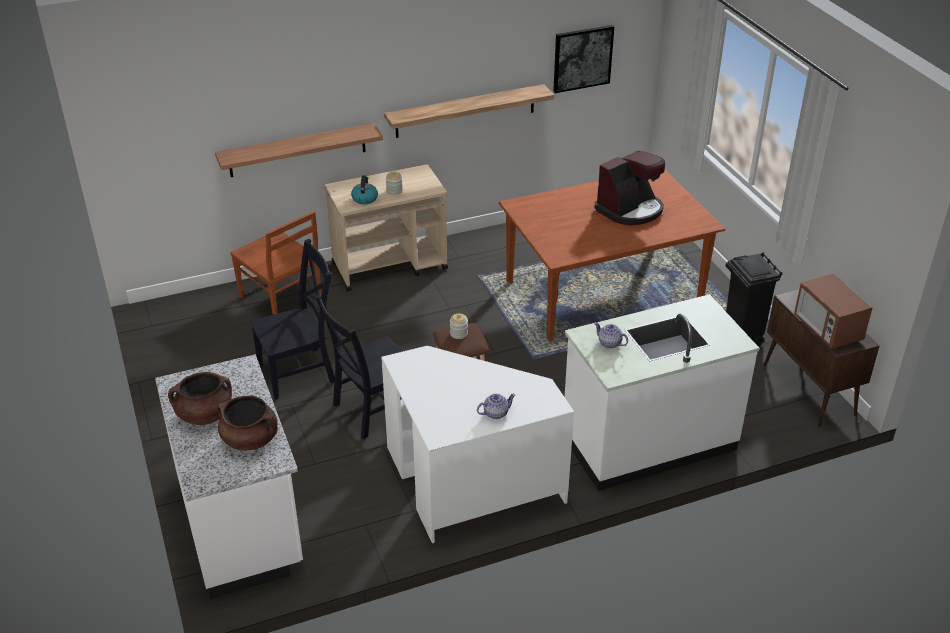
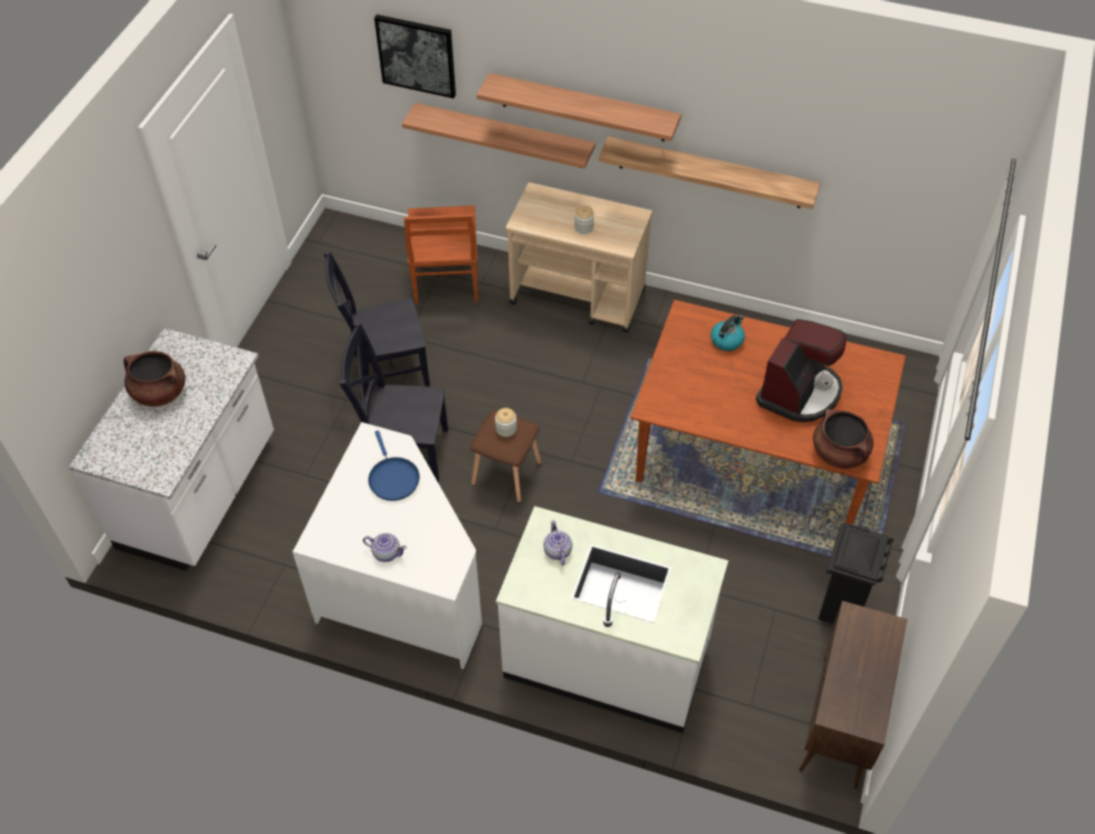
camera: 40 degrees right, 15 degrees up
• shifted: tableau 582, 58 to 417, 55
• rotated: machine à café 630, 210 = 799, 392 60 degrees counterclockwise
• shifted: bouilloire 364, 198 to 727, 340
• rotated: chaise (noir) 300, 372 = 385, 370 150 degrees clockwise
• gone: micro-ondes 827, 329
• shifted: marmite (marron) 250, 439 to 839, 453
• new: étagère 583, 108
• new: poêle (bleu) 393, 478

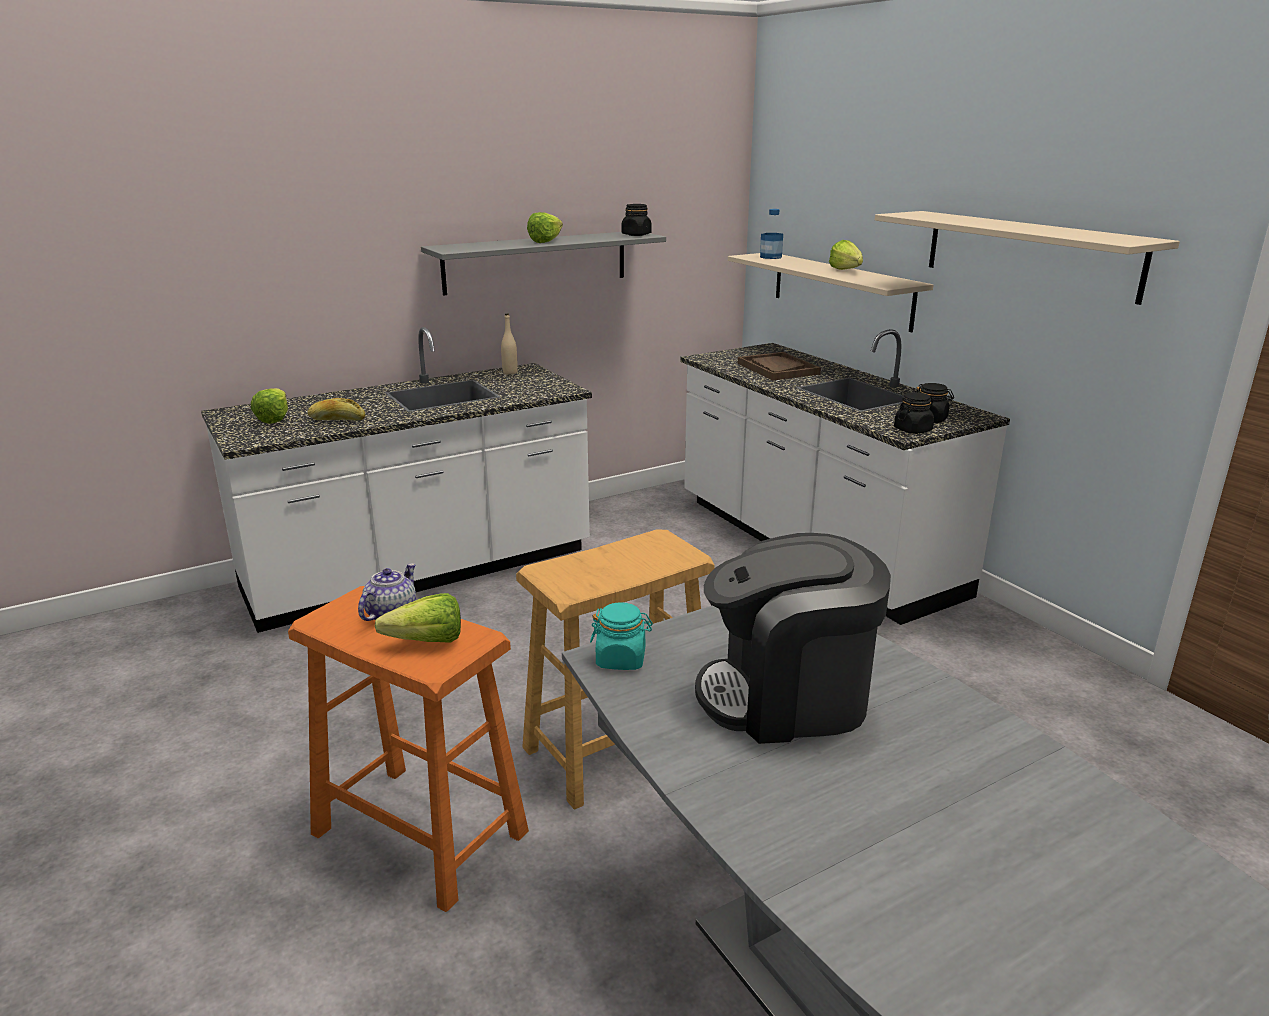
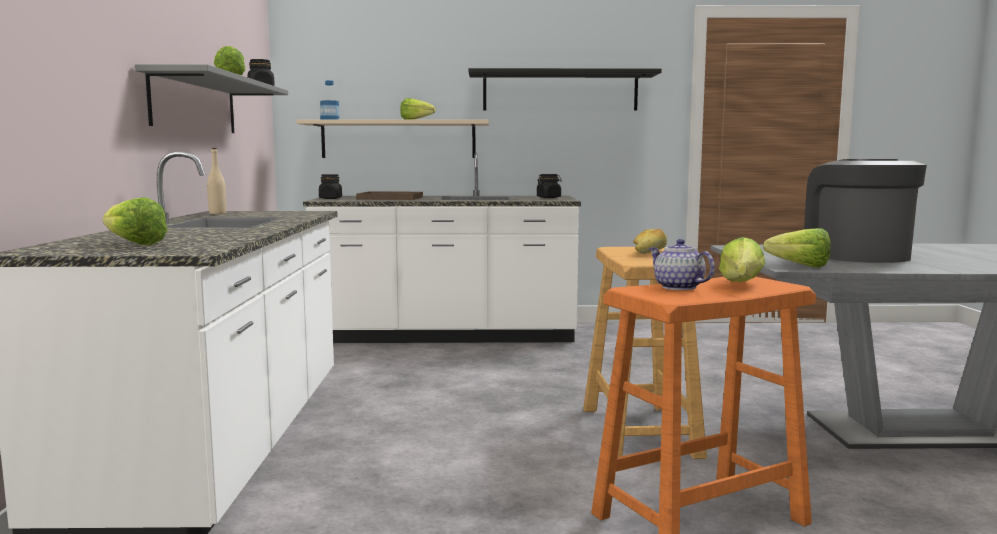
camera: 60 degrees left, 15 degrees down
• repainted: étagère (beige) 1029, 254 to étagère (noir) 560, 92
• shifted: bocal (noir) 913, 430 to 330, 198
• shifted: pain 337, 420 to 650, 252
• rotated: machine à café 787, 697 = 856, 255 150 degrees clockwise
• swapped: bocal (turquoise) 621, 659 to laitue 794, 265

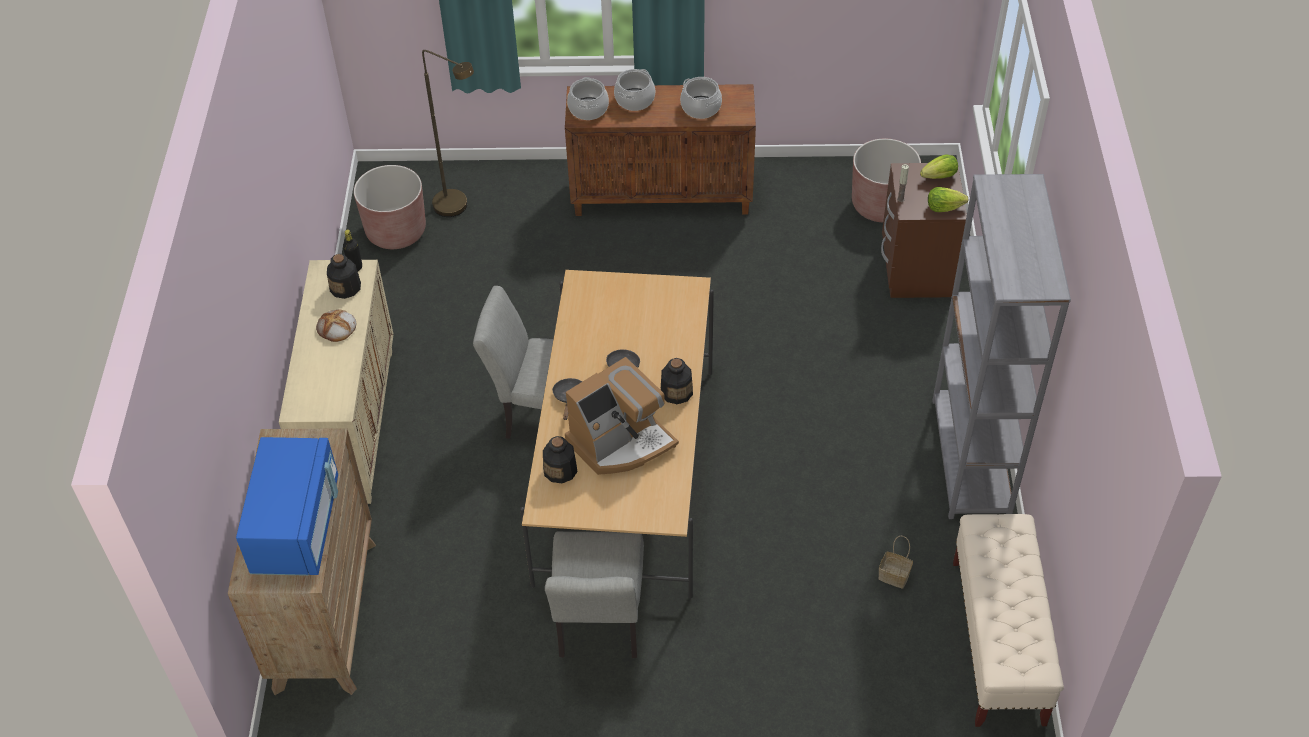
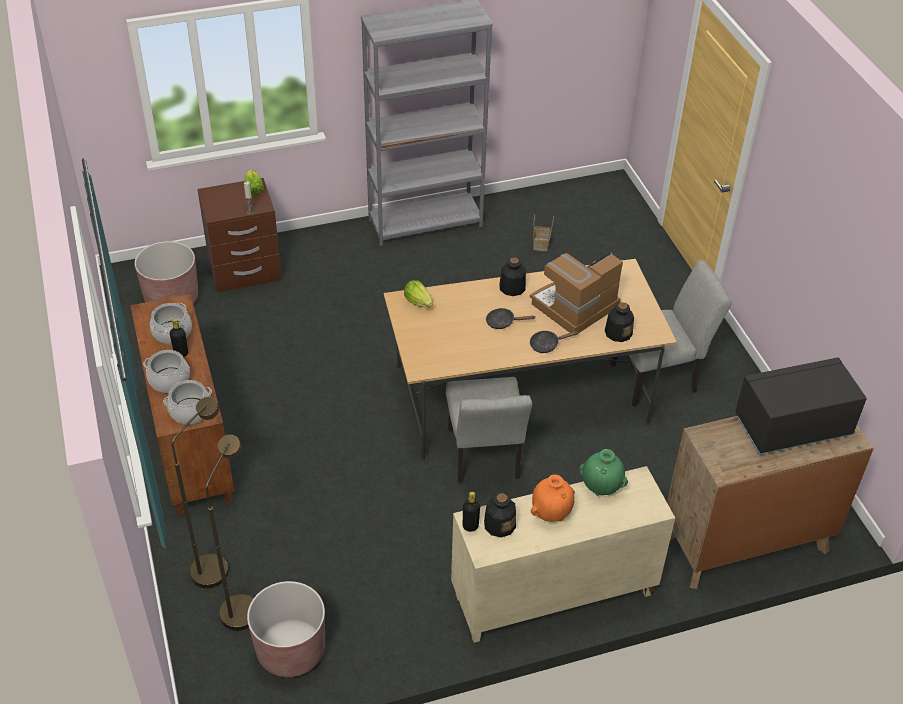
camera: 110 degrees left, 5 degrees down
• shifted: laitue 939, 176 to 418, 302
• swapped: pain 337, 328 to vase (orange) 551, 513
• rotated: machine à café 621, 442 = 575, 306 75 degrees counterclockwise
• repainted: micro-ondes (bleu) 297, 527 to micro-ondes (noir) 791, 426
• gone: banc (beige) 998, 642
• new: bouteille (noir) 181, 353
• new: lampadaire (marron) 215, 564
• new: vase (vert) 601, 488

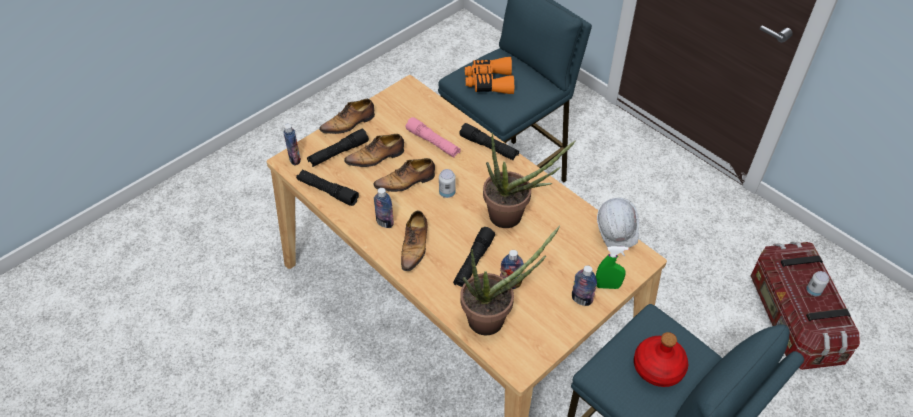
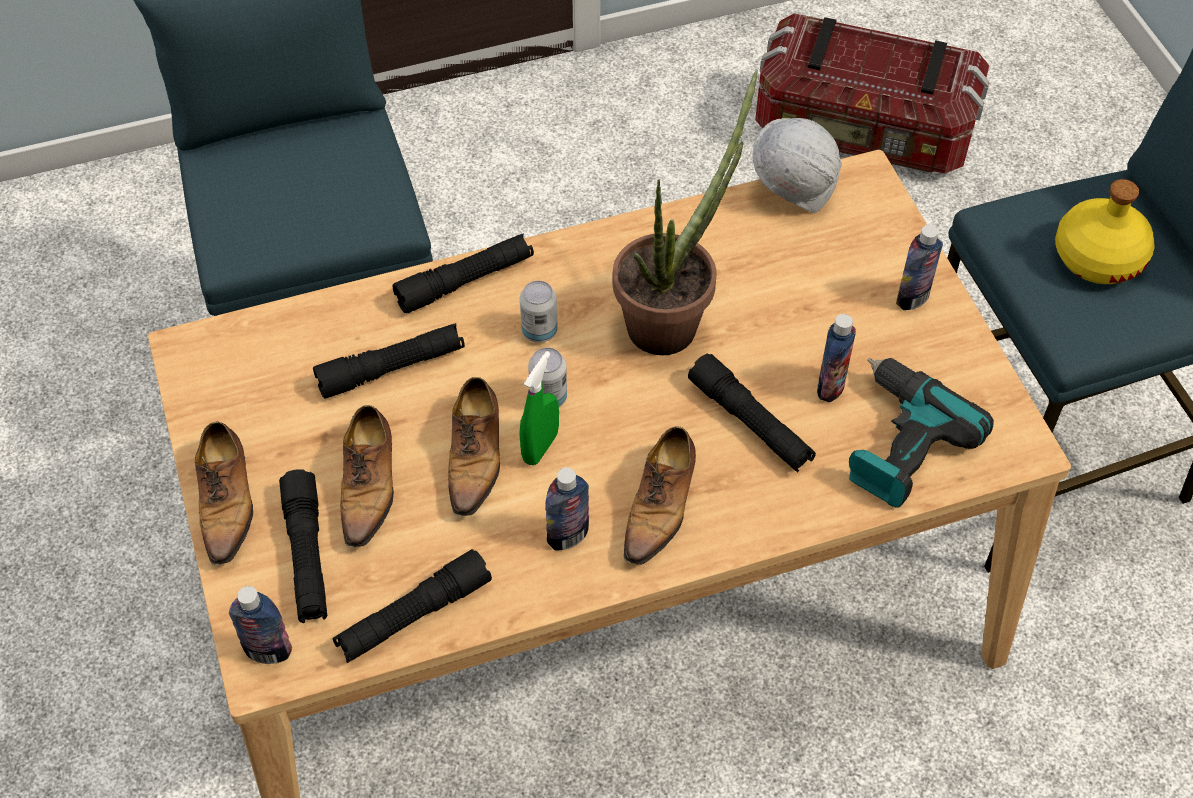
camera: 65 degrees left, 5 degrees up
• gone: jumelles (orange) 489, 82
• repainted: lampe de poche (rose) 433, 143 to lampe de poche (noir) 391, 368
• rotated: chaussure 415, 246 = 660, 505 75 degrees clockwise
• swapped: plante en pot 494, 319 to perceuse 898, 442
• shifted: vaporisateur (vert) 607, 286 to 540, 447
• shifted: boîte métallique 813, 291 to 539, 331
• repainted: bouteille (rouge) 658, 367 to bouteille (jaune) 1097, 256

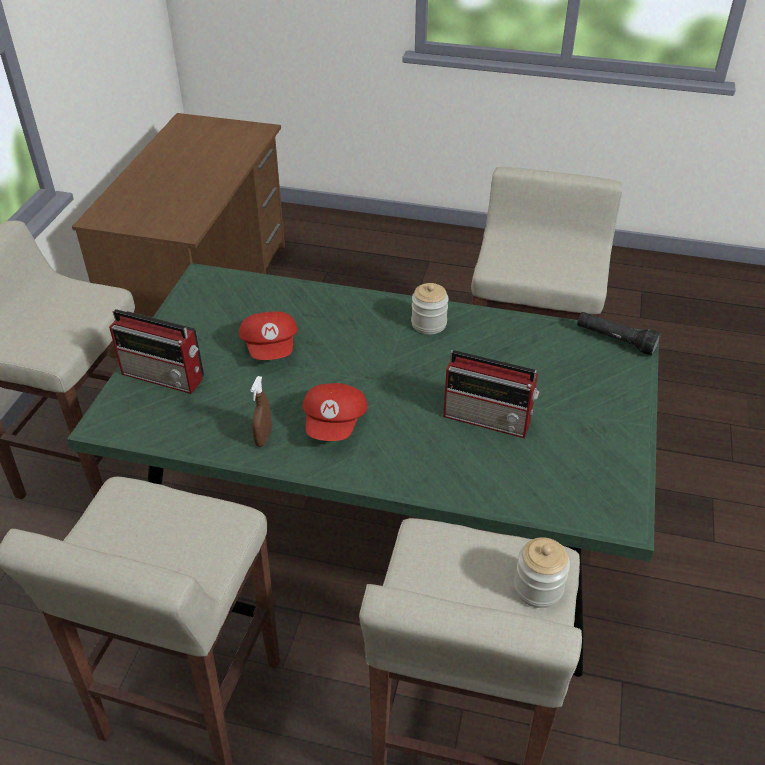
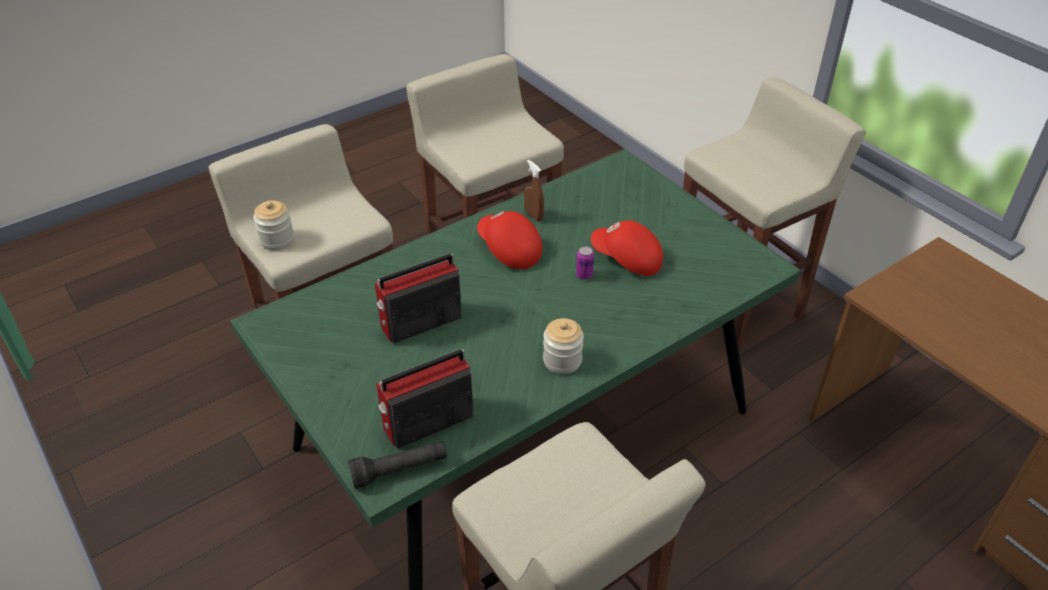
camera: 130 degrees right, 0 degrees up
• shifted: radio 165, 376 to 427, 422
• new: boîte métallique 584, 275

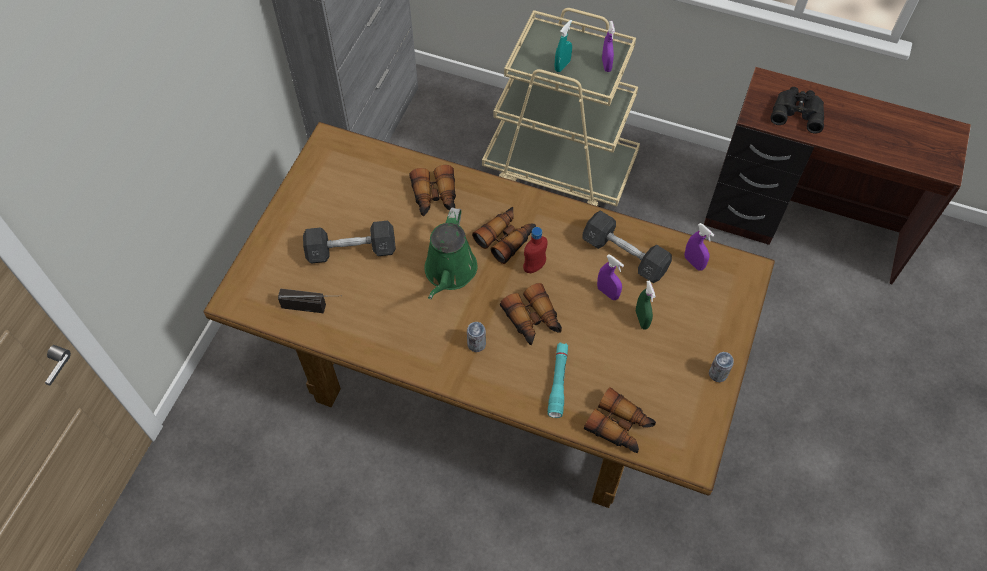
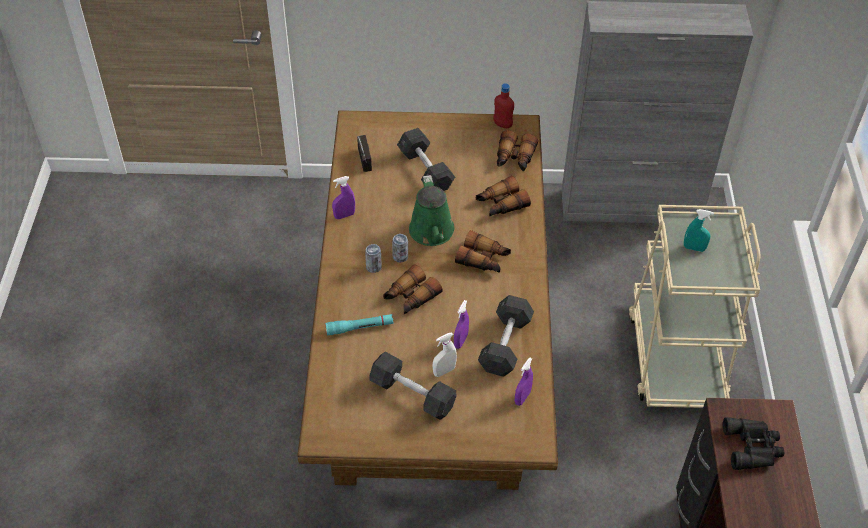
camera: 70 degrees right, 10 degrees down
• shifted: vaporisateur (violet) 606, 65 to 344, 215
• rotated: arrosoir (vert) 449, 273 = 432, 233 90 degrees counterclockwise
• shifted: bouteille (rouge) 534, 267 to 502, 125
• repainted: vaporisateur (vert) 642, 319 to vaporisateur (blanc) 444, 371
• shifted: boîte métallique 717, 374 to 400, 257
• shifted: jumelles 620, 427 to 514, 158
• new: haltère (gris) 412, 394

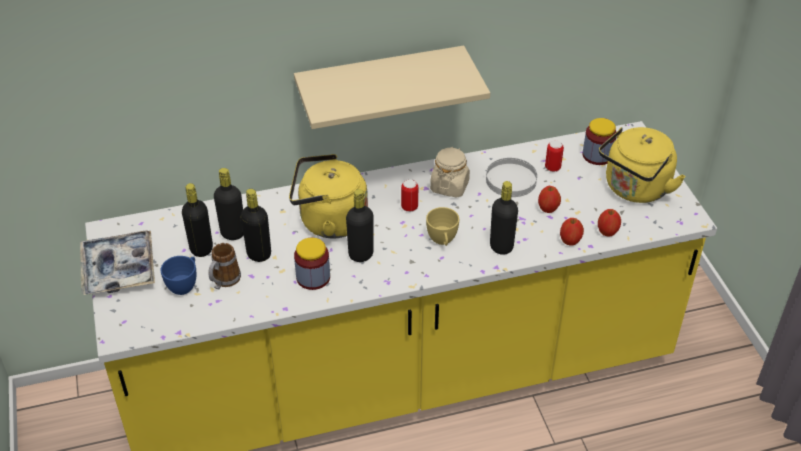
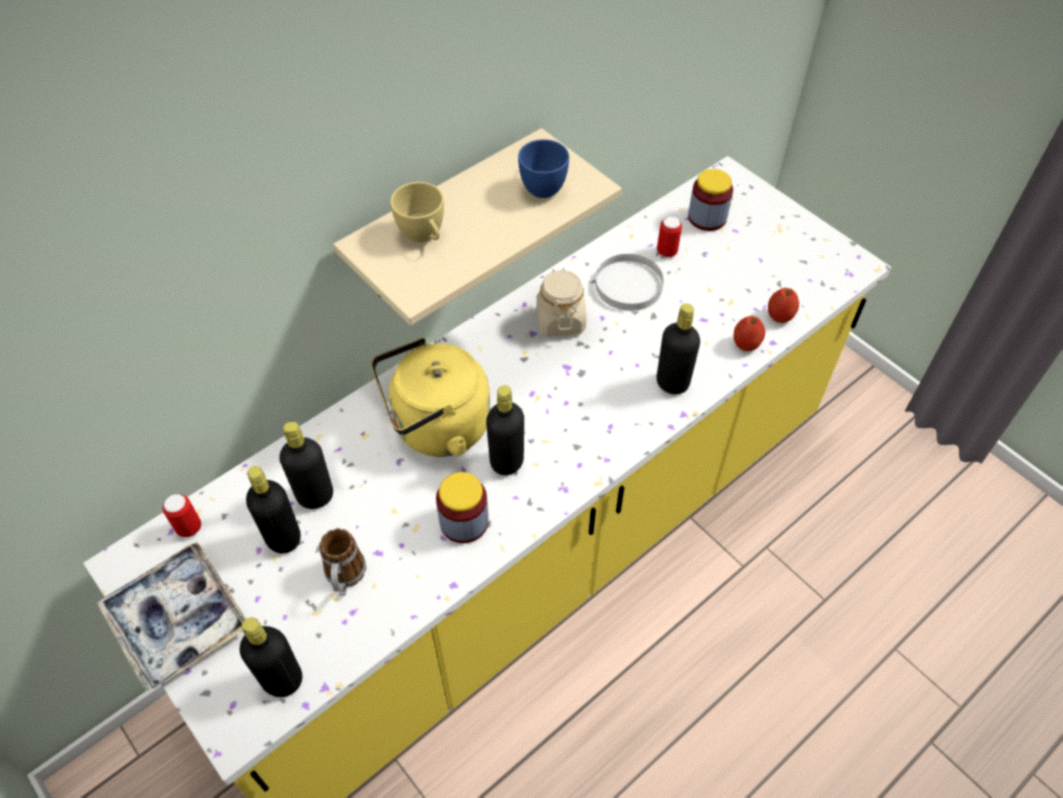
camera: 25 degrees left, 10 degrees up
• gone: bouilloire (jaune) 634, 189
• shifted: boîte métallique 409, 207 to 189, 527
• gone: pomme 548, 208
• shifted: bouteille (noir) 259, 254 to 282, 679
• shifted: tasse (jaune) 442, 241 to 424, 236
• shifted: tasse (bleu) 184, 285 to 543, 184

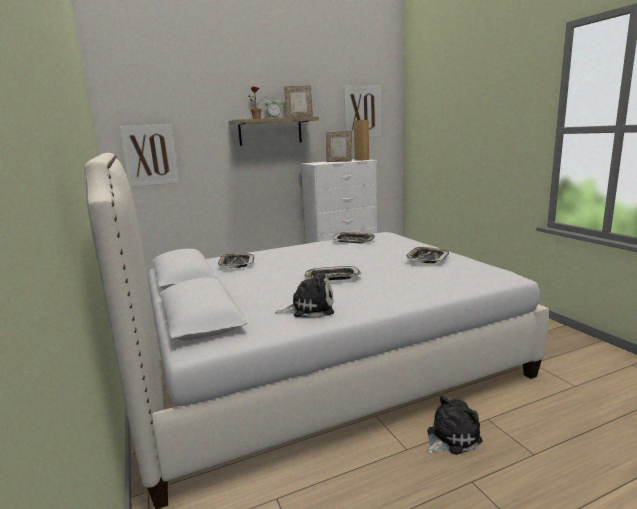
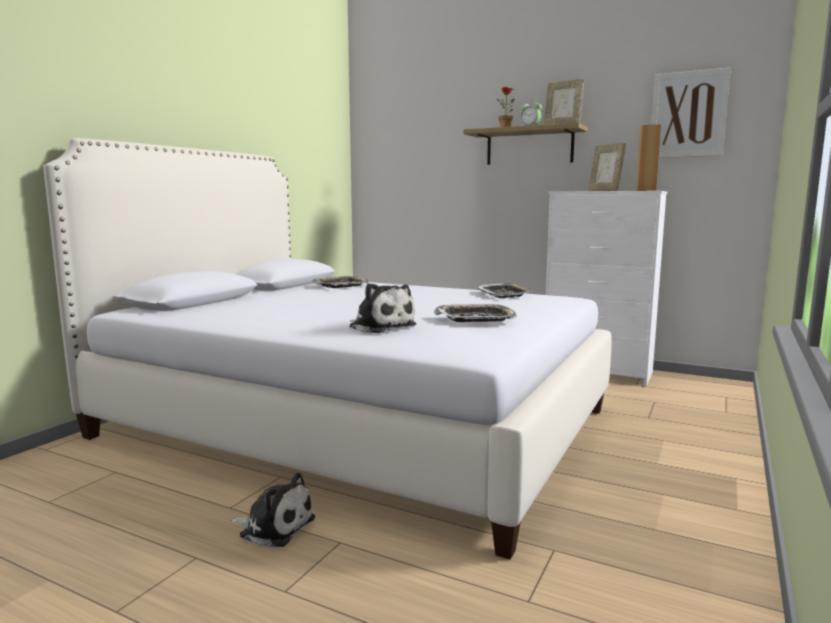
camera: 50 degrees right, 5 degrees down
• gone: tableau 150, 155
• gone: plateau 332, 278
• shifted: peluche 309, 308 to 380, 327

